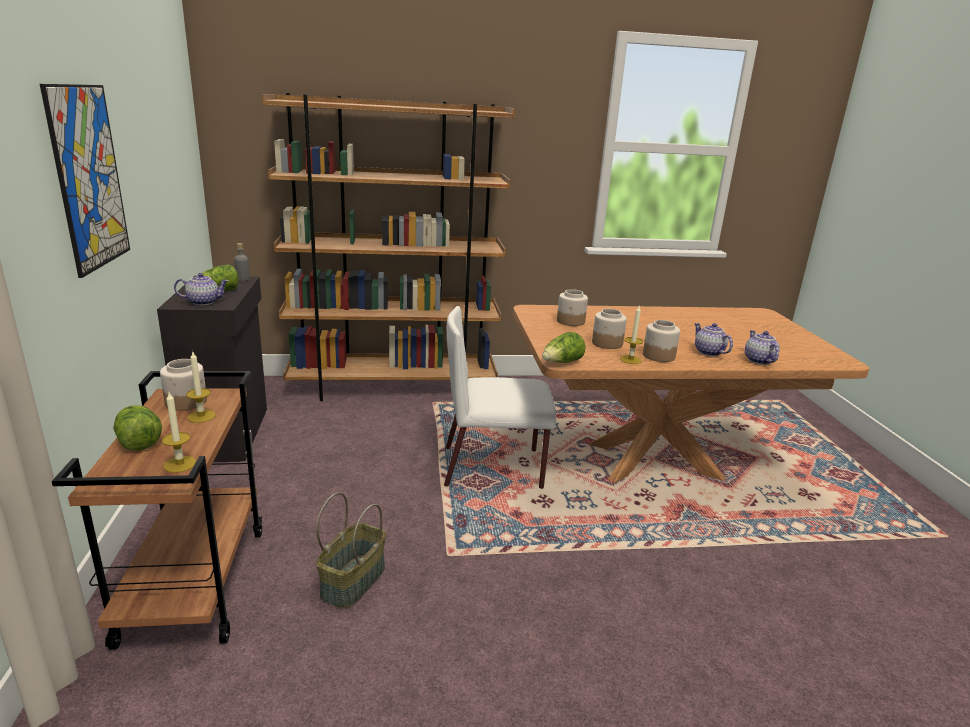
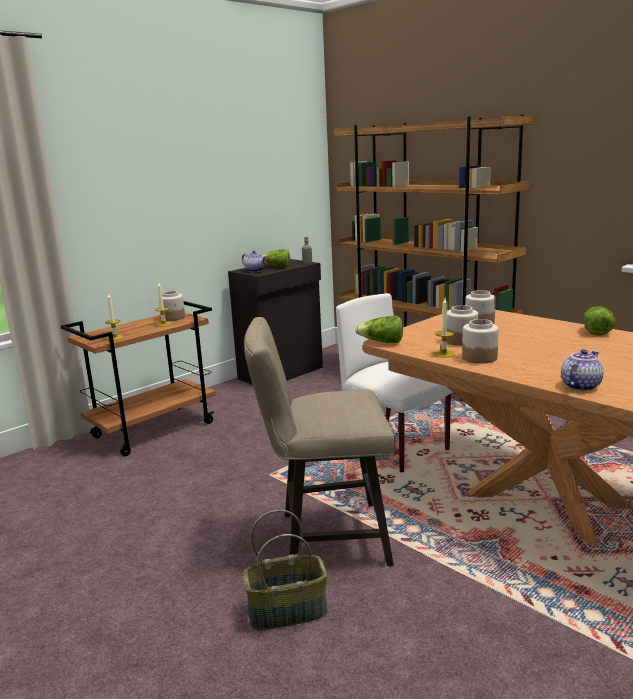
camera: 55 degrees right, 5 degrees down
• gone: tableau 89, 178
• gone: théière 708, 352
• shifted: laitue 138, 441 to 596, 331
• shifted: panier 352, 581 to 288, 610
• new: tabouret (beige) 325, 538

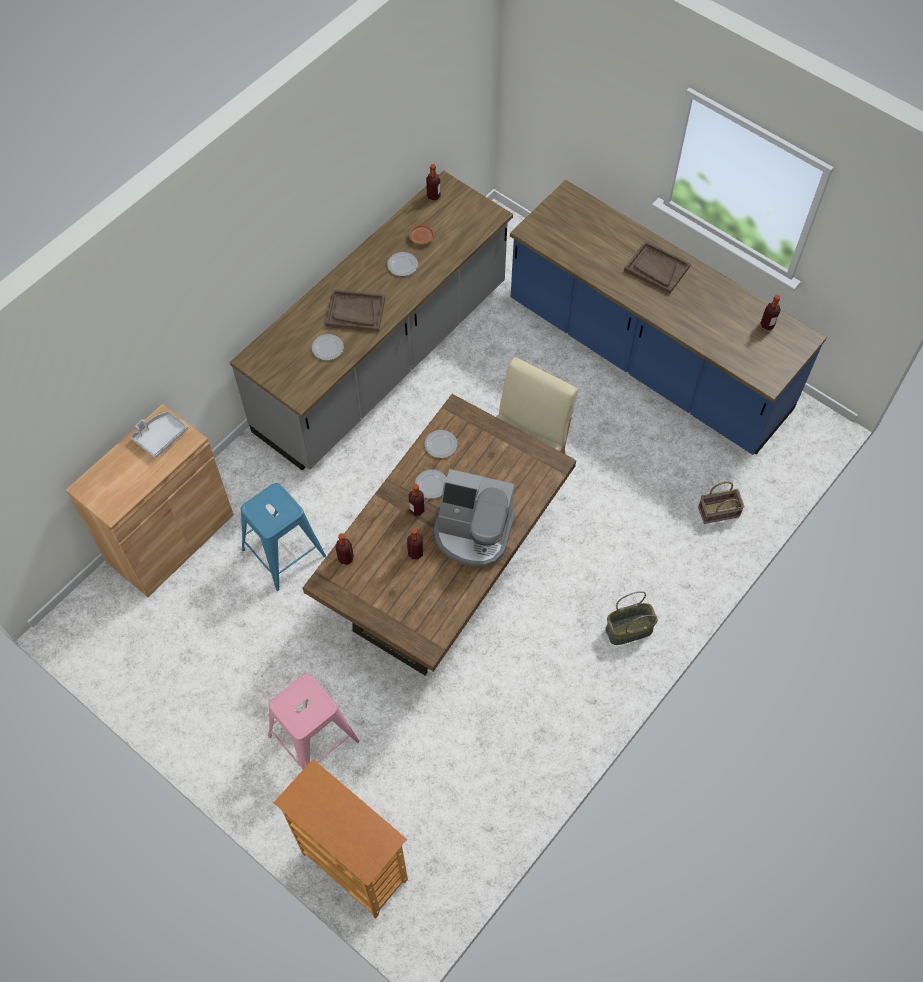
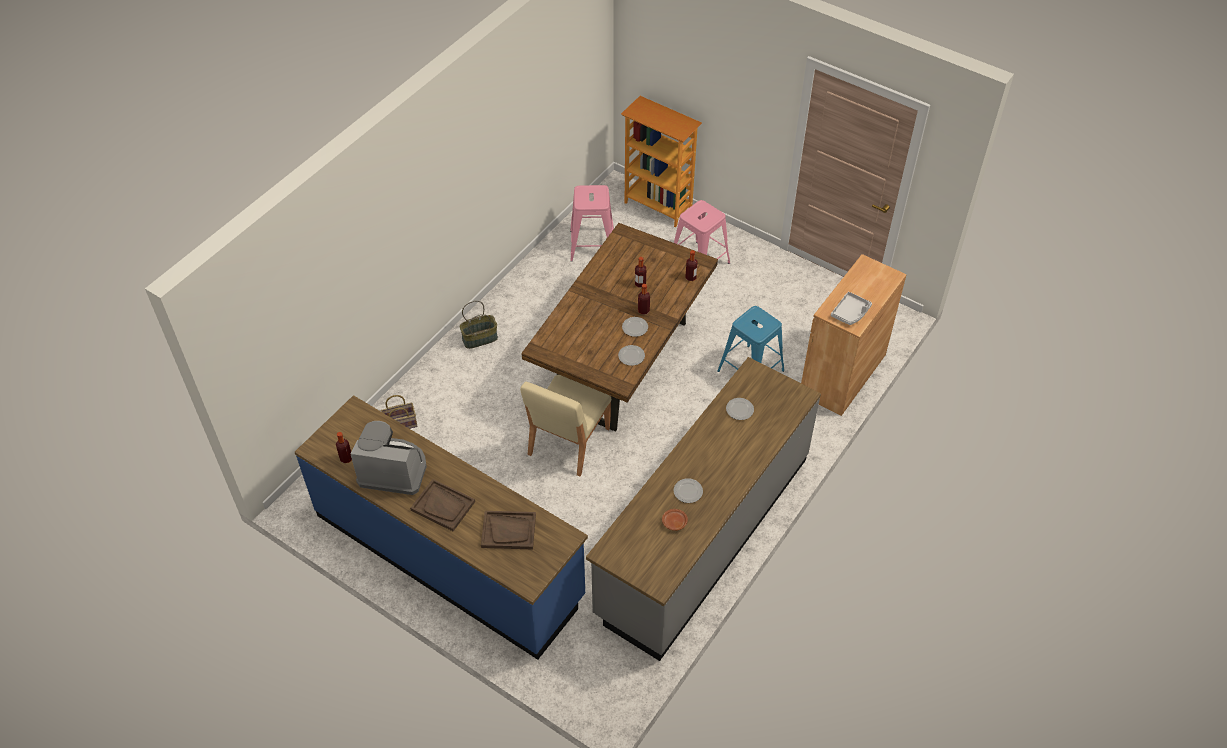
camera: 175 degrees right, 10 degrees down
• gone: bouteille 433, 196
• shifted: plateau (marron) 355, 312 to 509, 531
• shifted: machine à café 473, 533 to 393, 470
• new: tabouret (rose) 592, 245

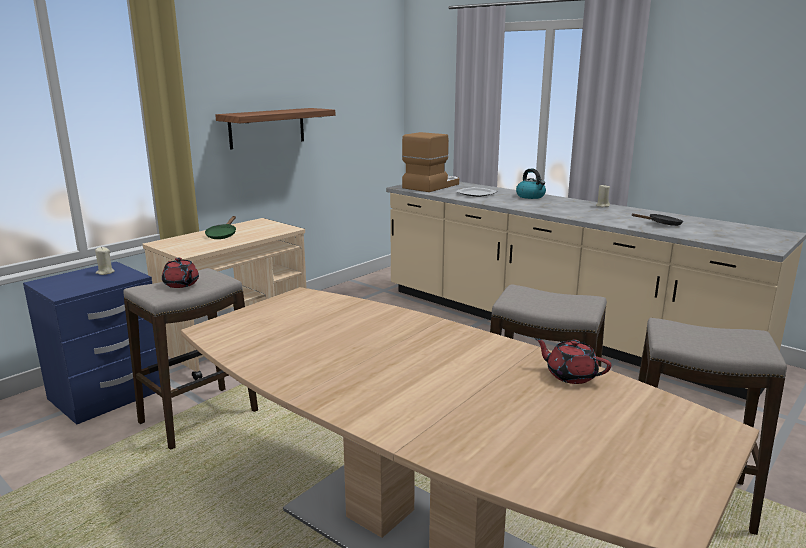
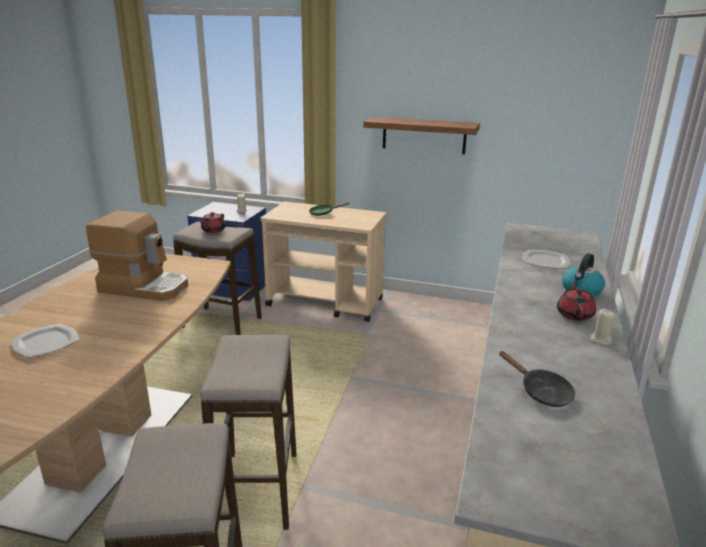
camera: 65 degrees right, 5 degrees up
• shifted: machine à café 431, 186 to 145, 287
• shifted: théière (rouge) 570, 375 to 574, 314
• new: assiette 46, 342

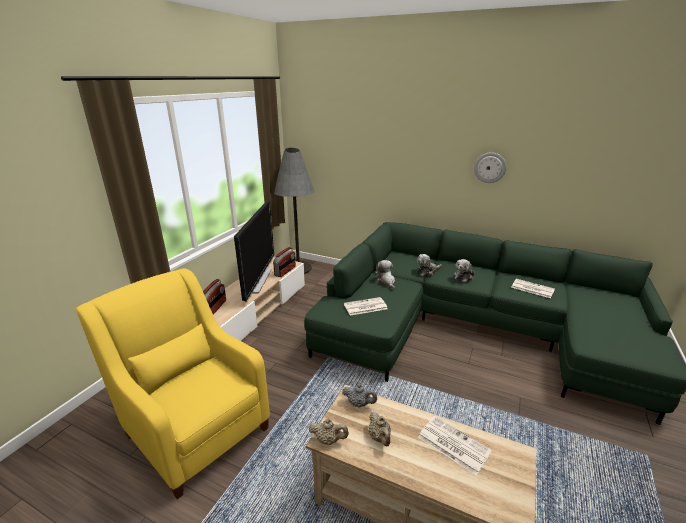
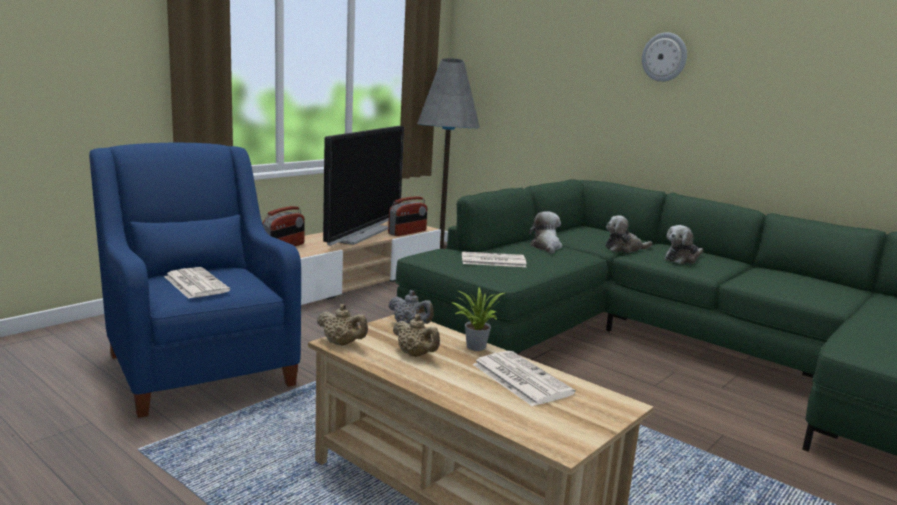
camera: 15 degrees right, 10 degrees down
• shifted: horloge murale 490, 167 to 664, 57
• repainted: fauteuil (jaune) 194, 427 to fauteuil (bleu) 199, 365
• shifted: journal 531, 288 to 195, 284
• rotated: théière (beige) 380, 438 = 415, 355 45 degrees counterclockwise
• new: plante en pot 474, 346

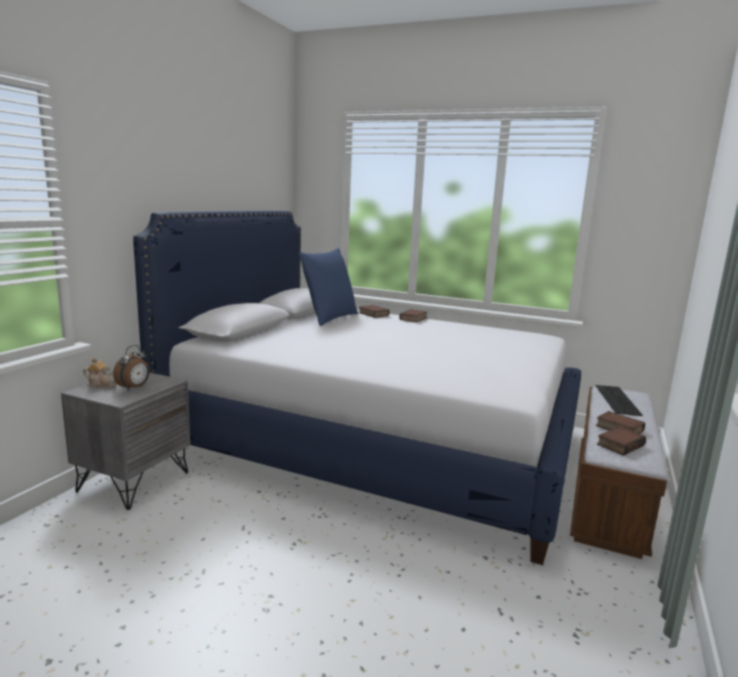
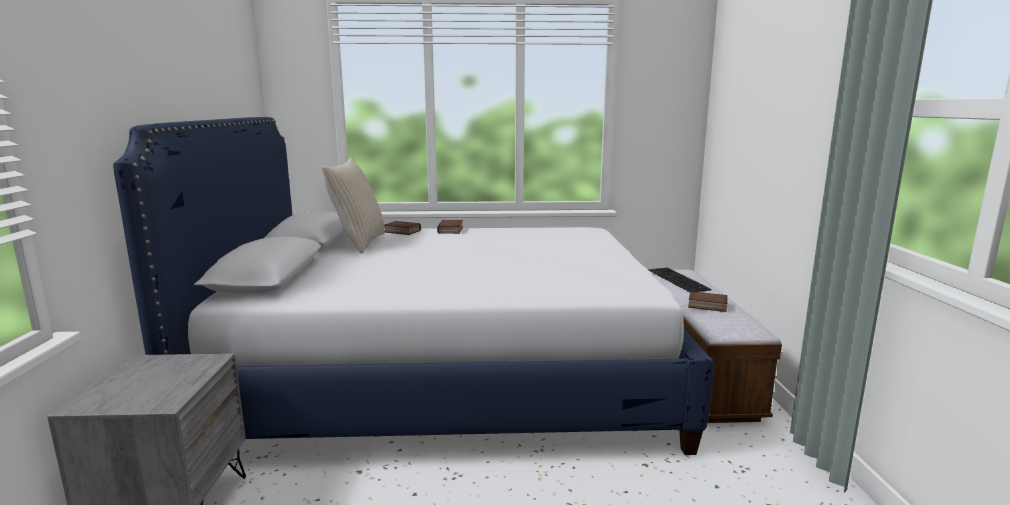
camera: 25 degrees left, 0 degrees up
• repainted: coussin (bleu) 329, 318 to coussin (beige) 358, 243
• gone: réveil 134, 388
• gone: théière 102, 384
• gone: livre 619, 444

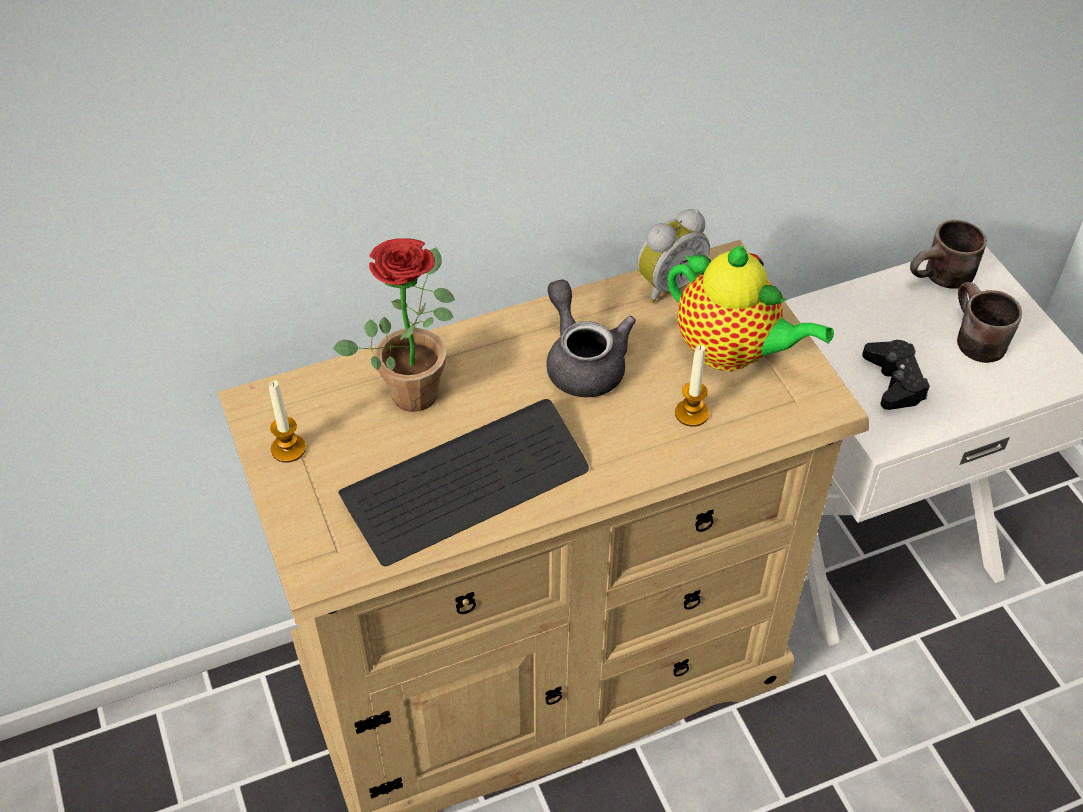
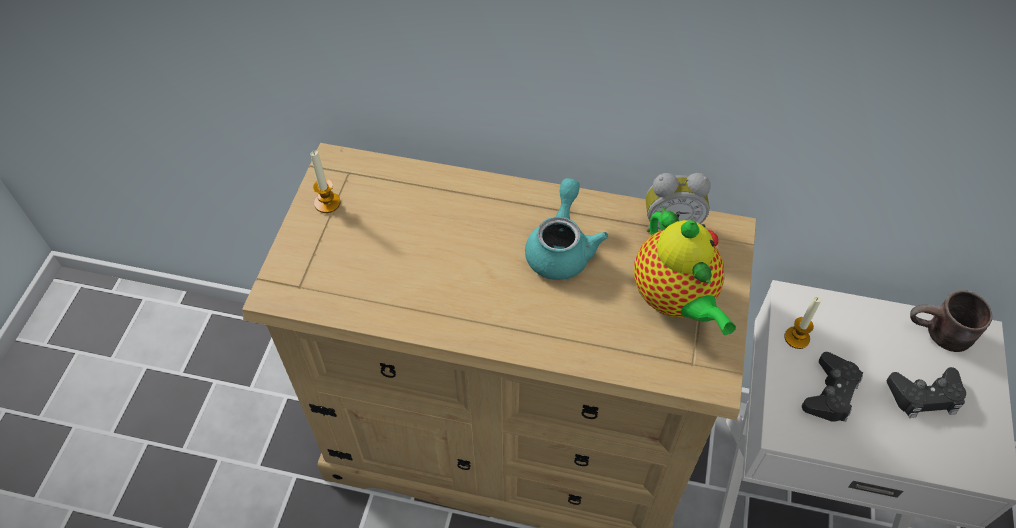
camera: 35 degrees right, 5 degrees up
• gone: plante en pot 415, 385
• repainted: théière (gris) 582, 362 to théière (turquoise) 561, 248
• swapped: mug (marron) 971, 339 to manette (noir) 924, 396
• shifted: bougie 691, 413 to 796, 338
• gone: clavier 466, 484

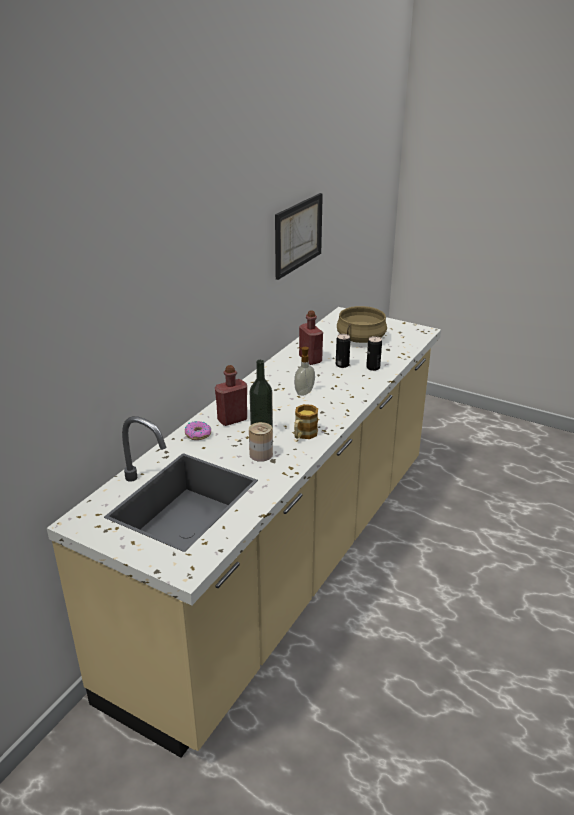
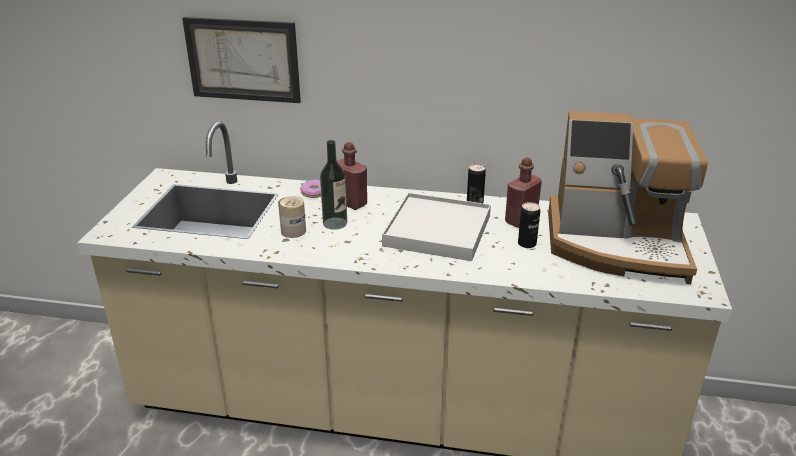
camera: 70 degrees right, 0 degrees up
• shifted: tableau 298, 235 to 243, 60
• swapped: marmite (beige) 360, 338 to machine à café 617, 244
• shifted: boîte métallique 373, 367 to 475, 202
• swapped: distributeur de savon 303, 392 to plateau (blanc) 437, 231
• gone: mug 303, 435

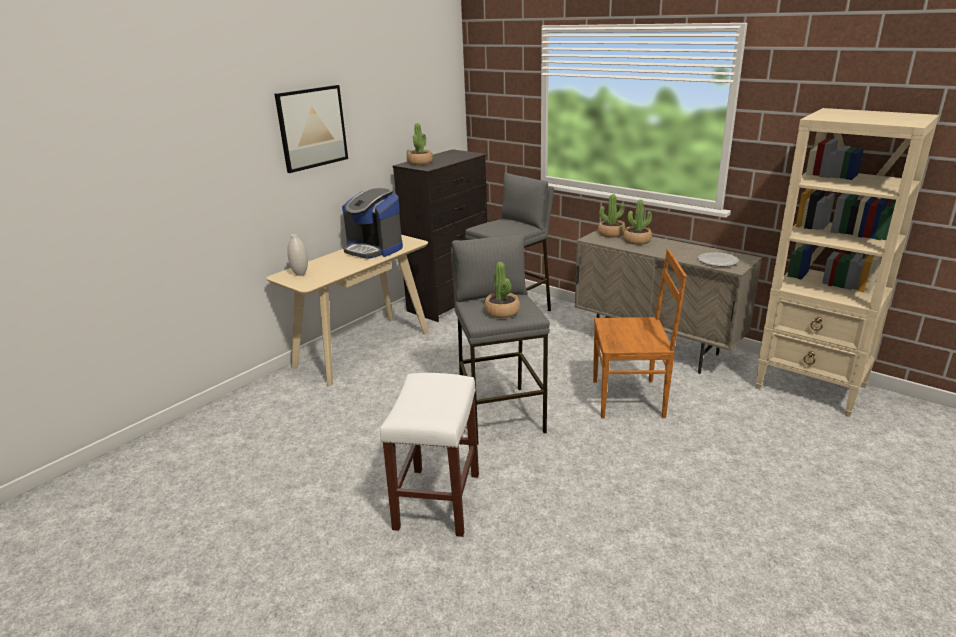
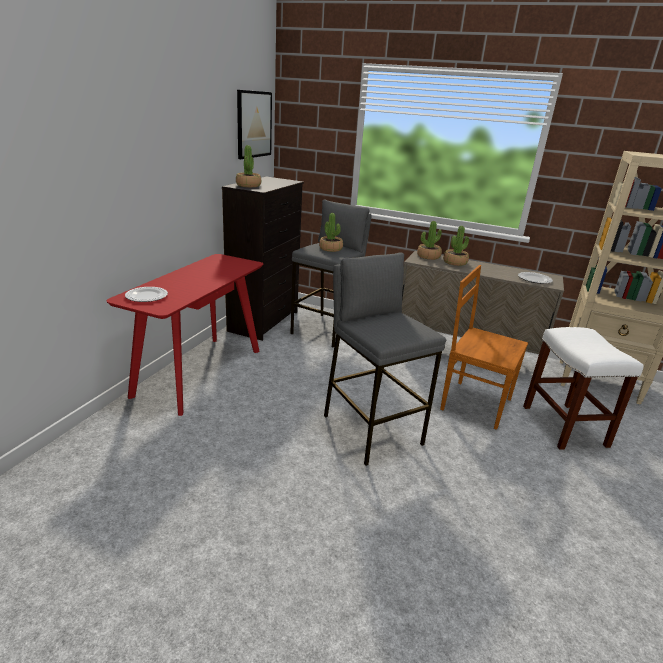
camera: 20 degrees left, 0 degrees up
• shifted: tableau 312, 128 to 254, 124
• gone: machine à café 374, 249
• swapped: vase (blanc) 300, 274 to assiette 146, 296
• repainted: table console (beige) 363, 349 to table console (rouge) 199, 372
• rotated: chaise (marron) 630, 398 = 474, 403 135 degrees counterclockwise
• shifted: plante en pot 502, 312 to 330, 249
• shifted: tabouret (blanc) 437, 499 to 563, 425

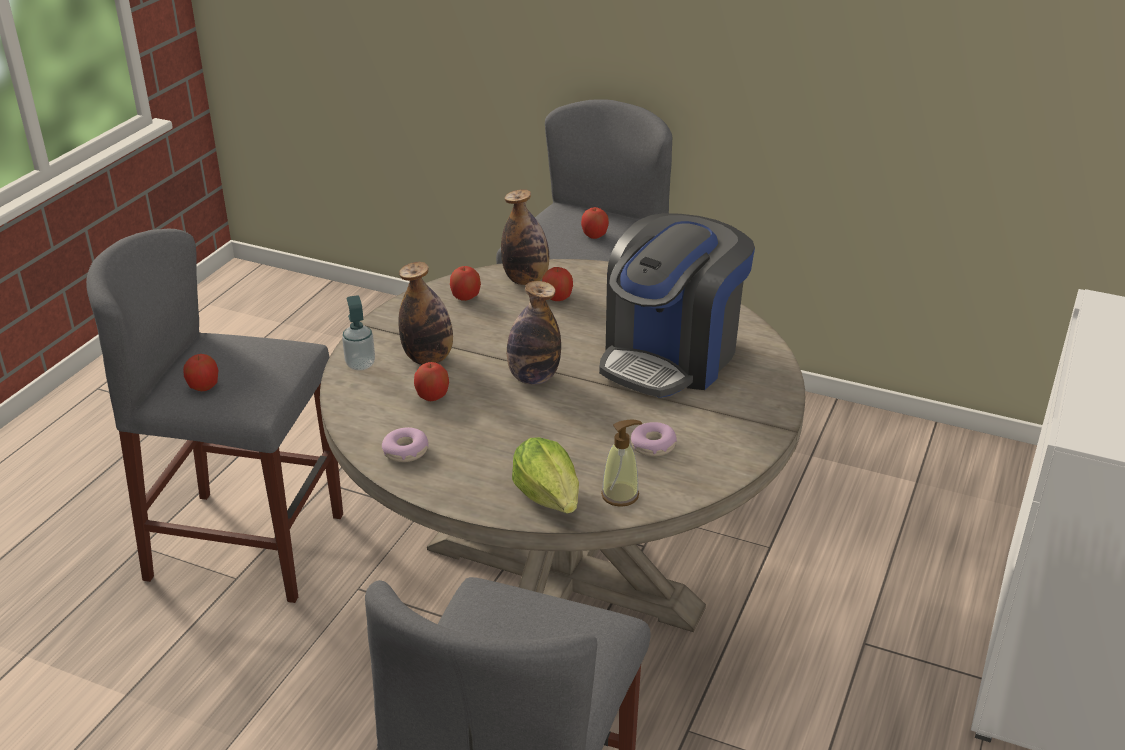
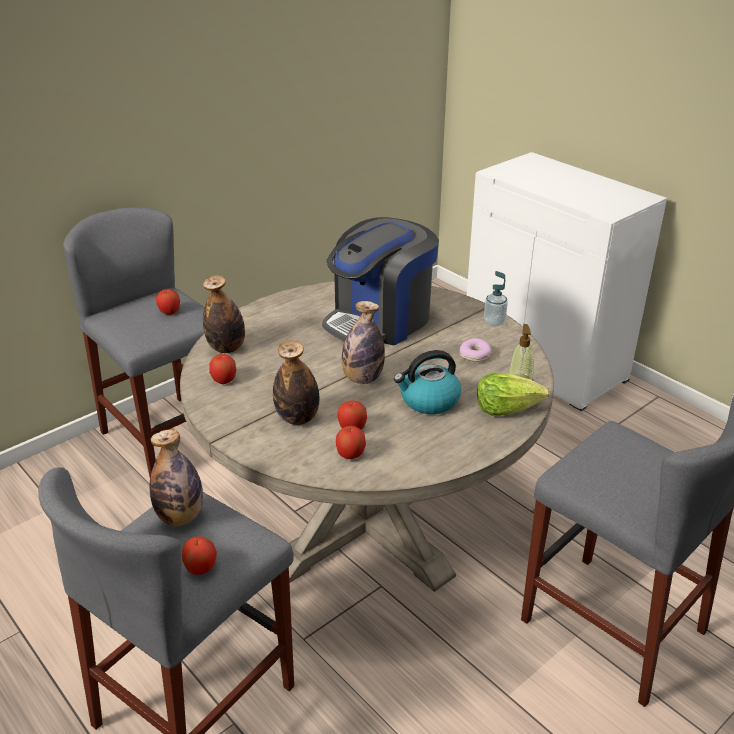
camera: 65 degrees left, 0 degrees up
• rotated: machine à café 670, 356 = 380, 321 75 degrees clockwise
• shifted: pomme 557, 298 to 350, 454
• shifted: distributeur de savon 360, 364 to 494, 322
• gone: beignet 405, 451
• new: bouilloire 428, 401
• new: bouteille 180, 516

